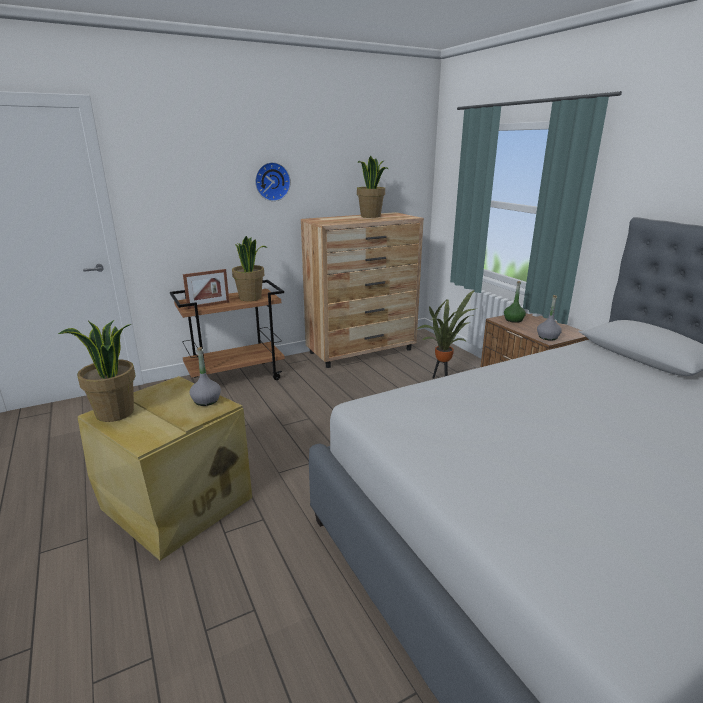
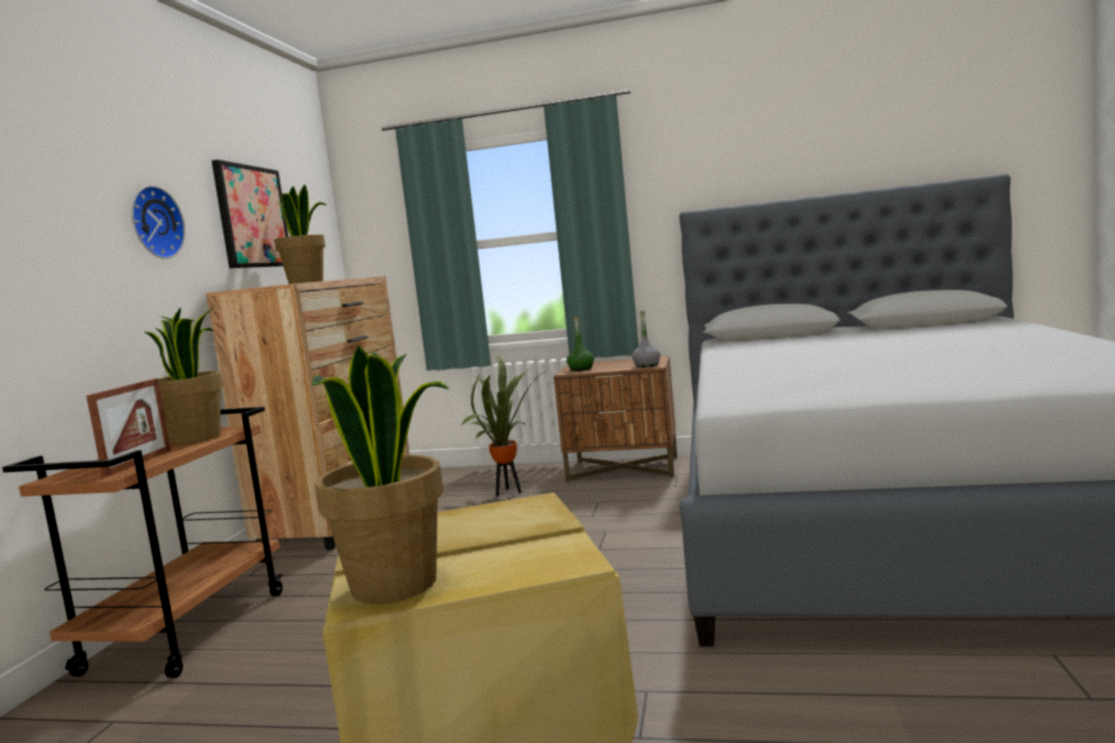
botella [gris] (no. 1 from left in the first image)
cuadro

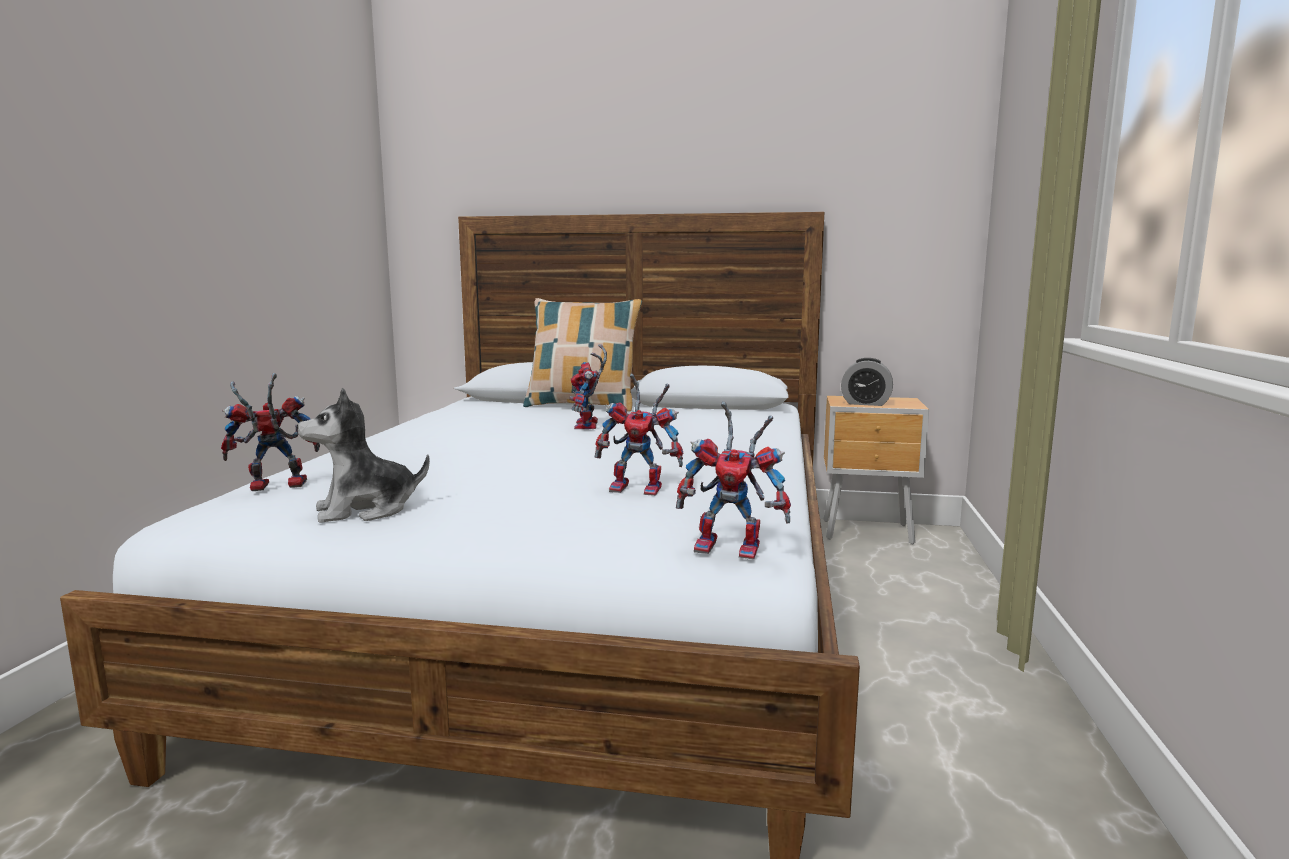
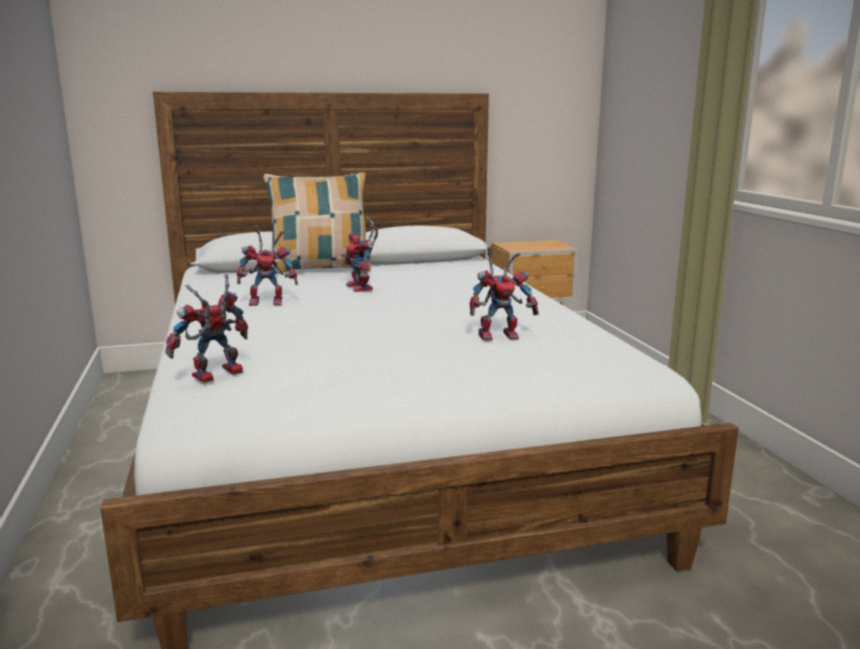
peluche
despertador
robot de juguete (no. 2 from left)

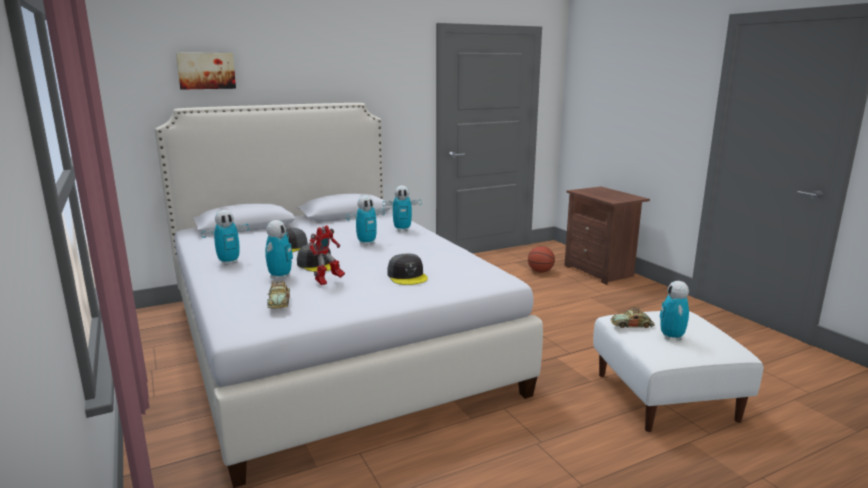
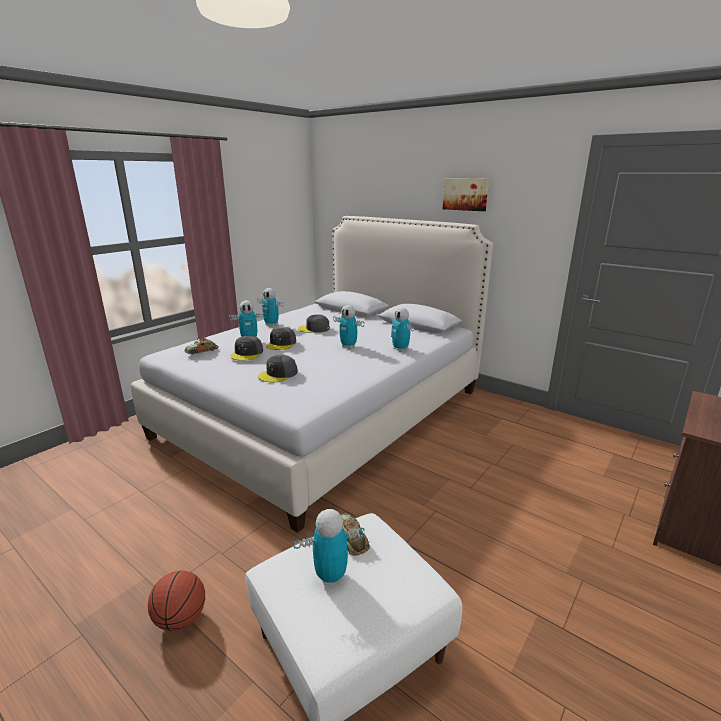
cuadro
balón de baloncesto
gorra [gris] (no. 1 from left)

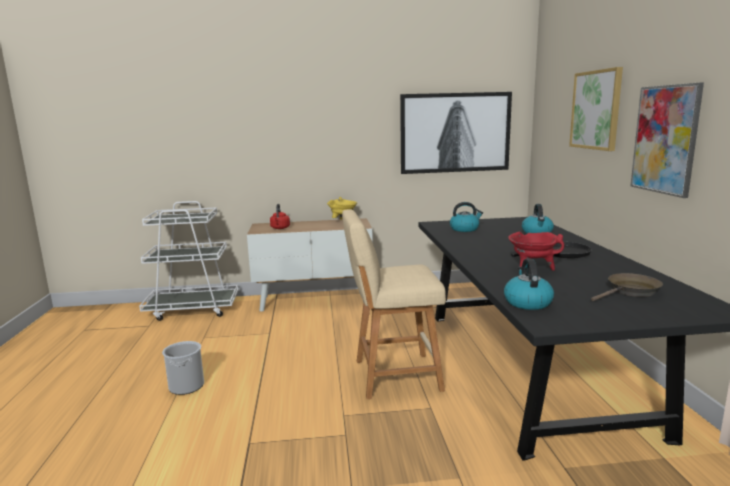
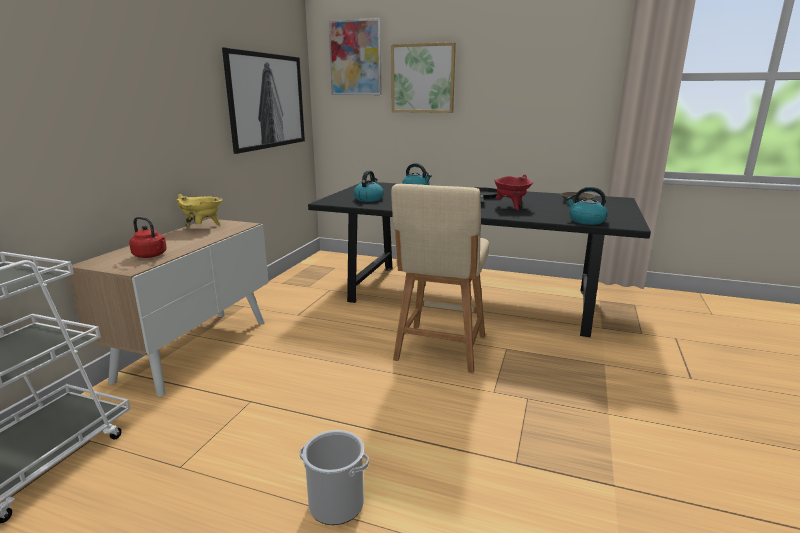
cuadro (no. 2 from left)

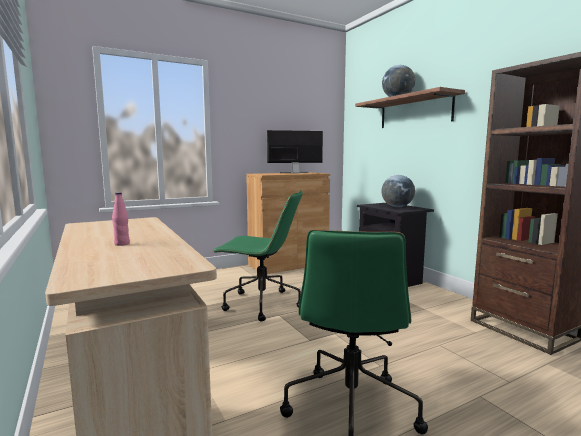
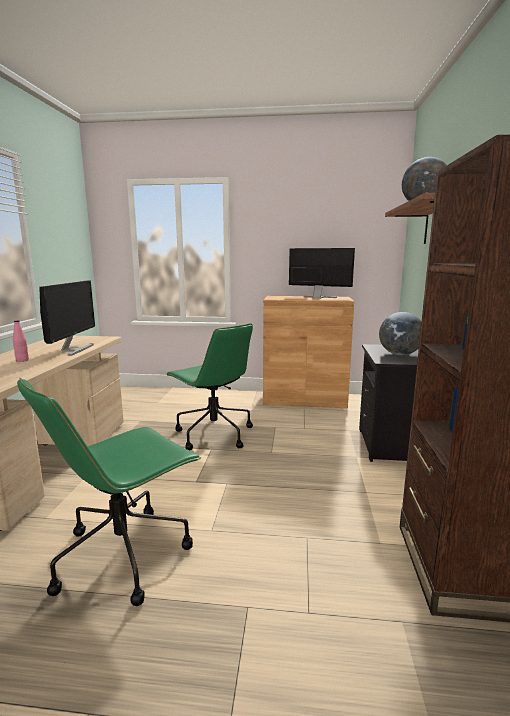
monitor (no. 1 from left)

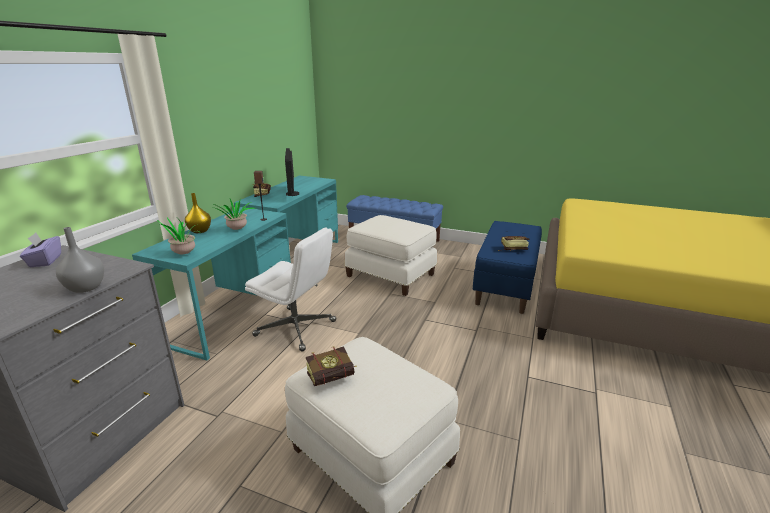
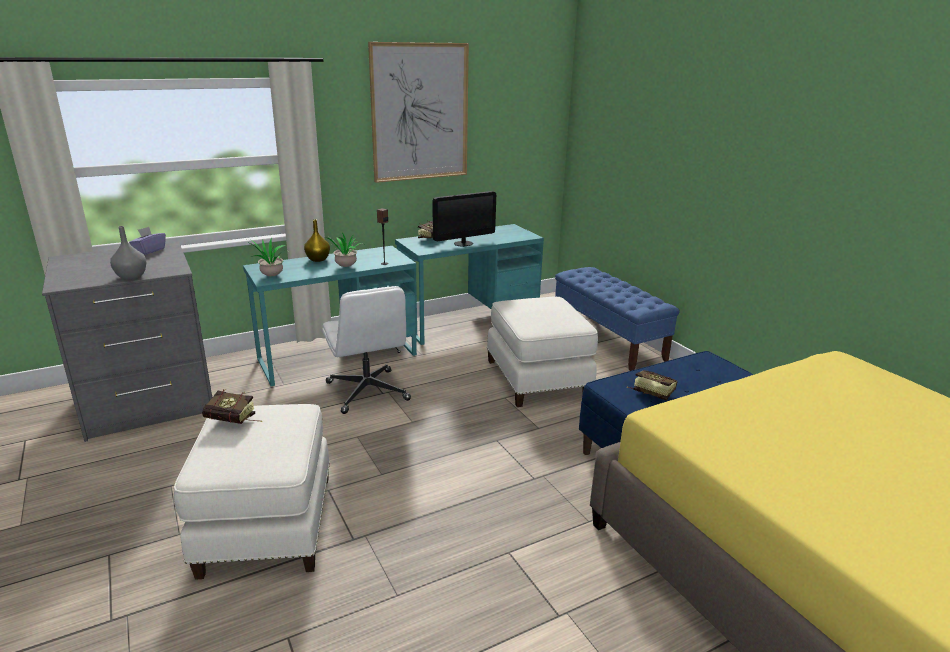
cuadro
monitor

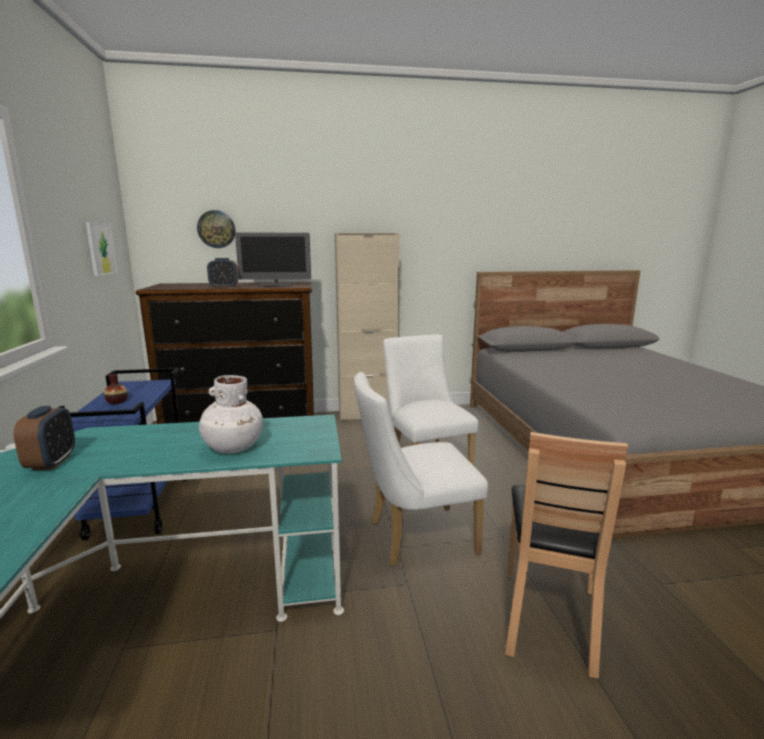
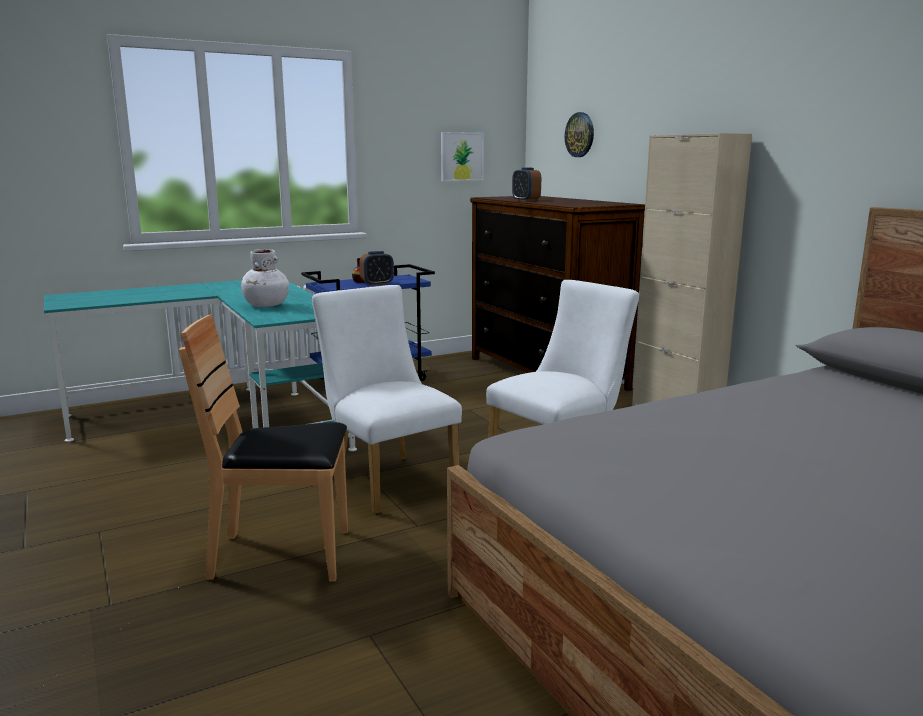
monitor
despertador (no. 1 from left)

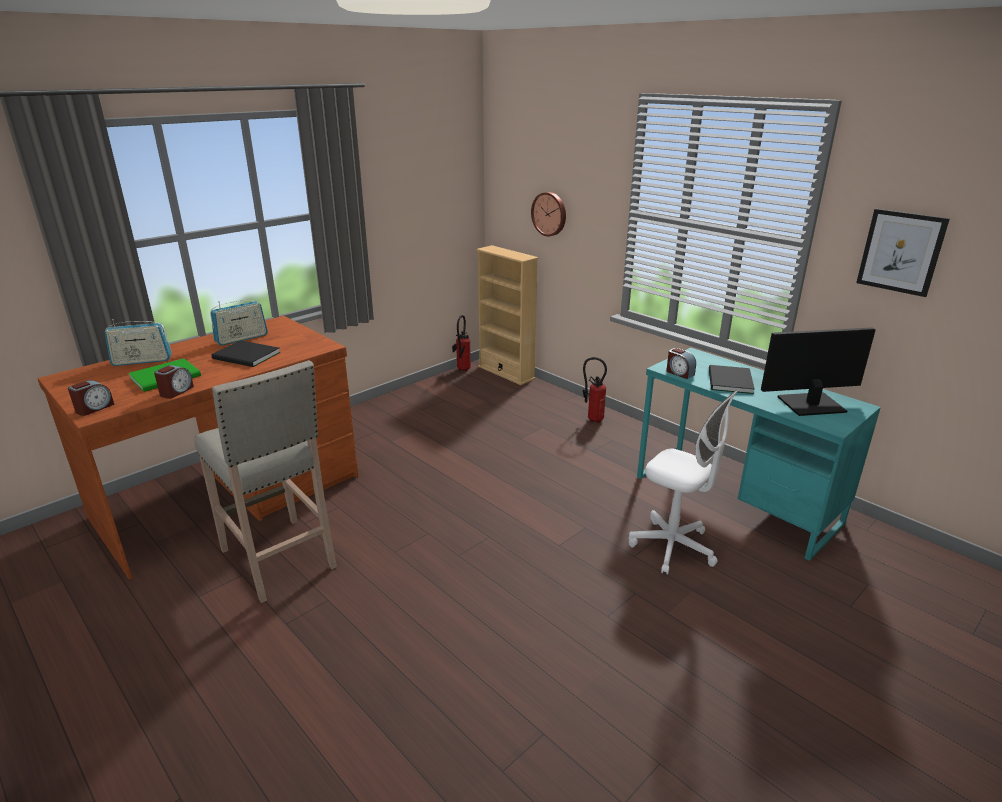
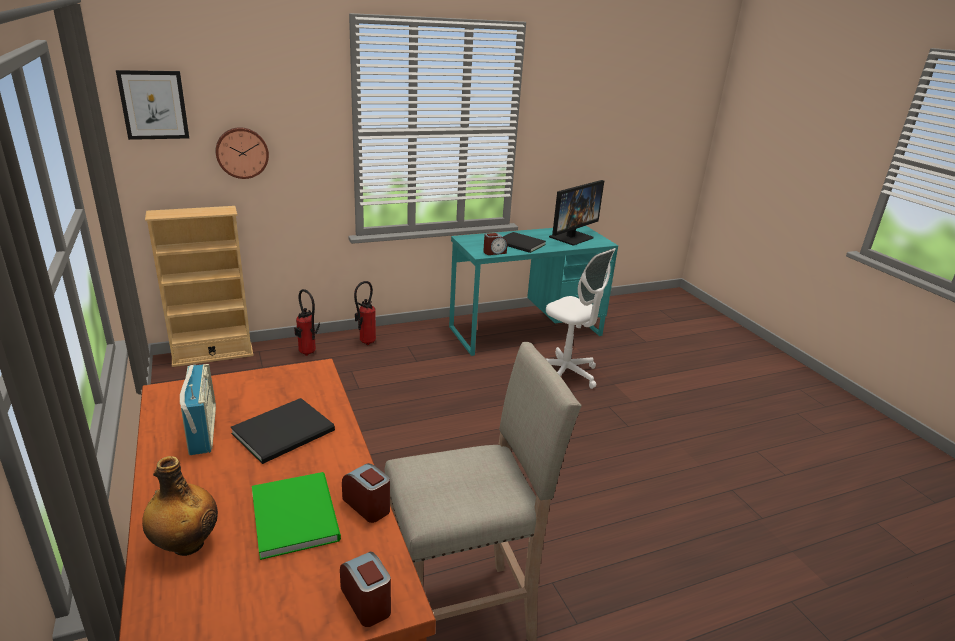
extintor (no. 1 from left)
cuadro
botella
silla de oficina [blanco]
monitor

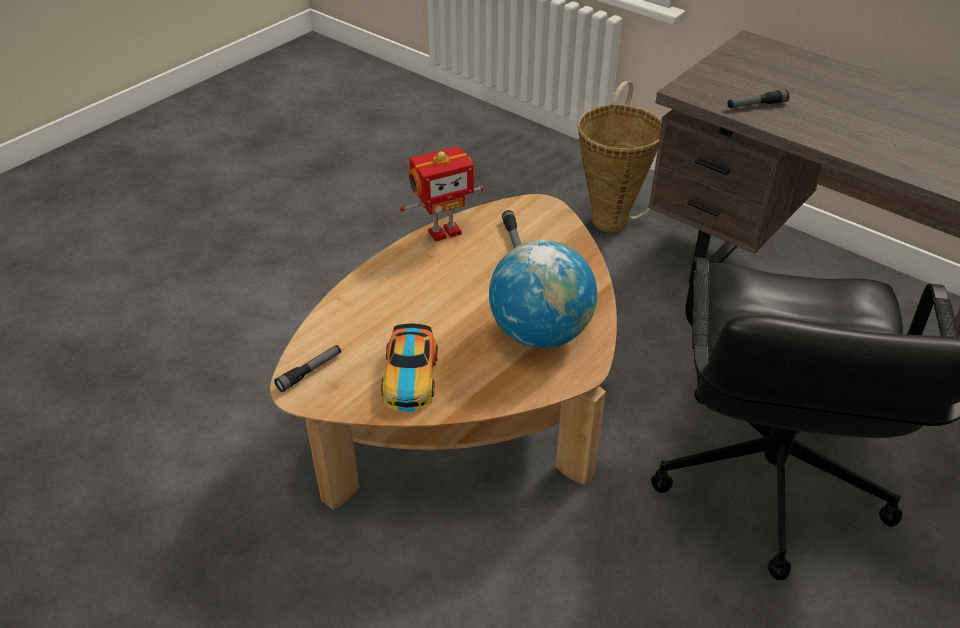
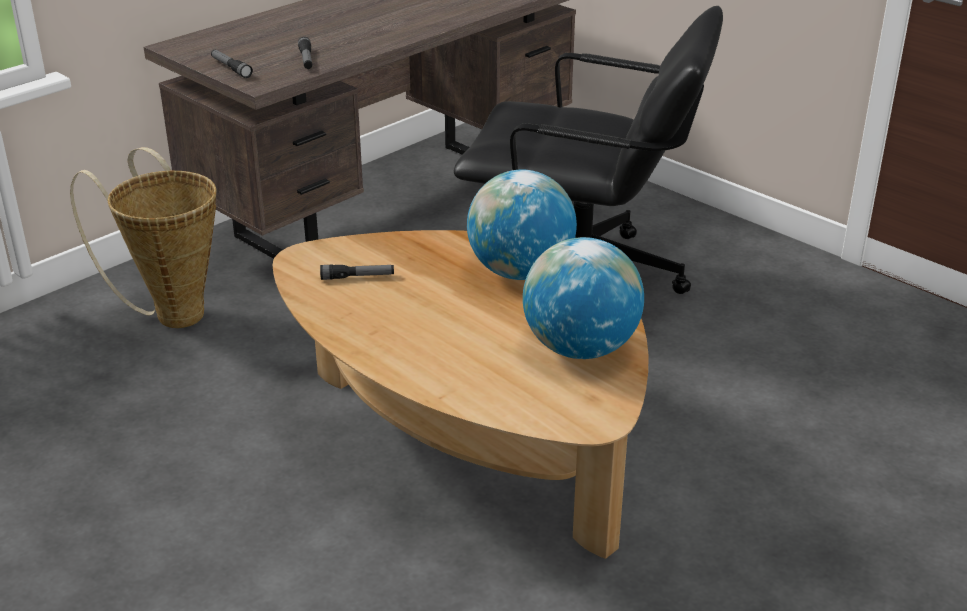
robot de juguete
linterna (no. 1 from left)
globo terráqueo (no. 2 from left)

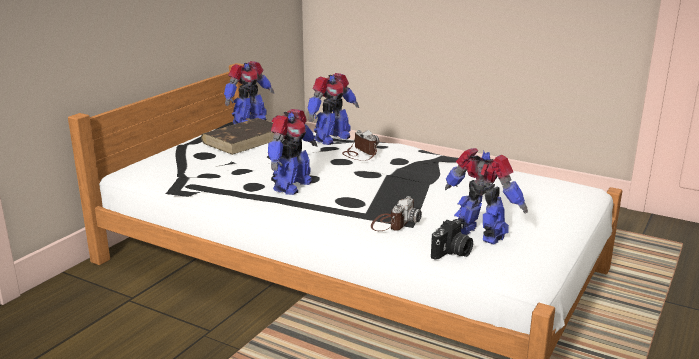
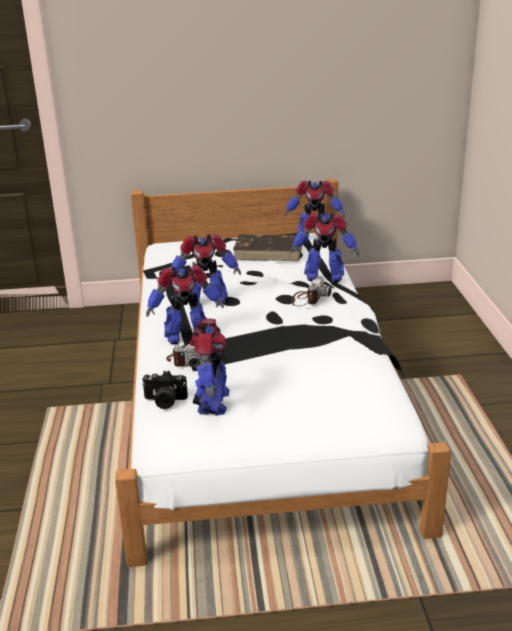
robot de juguete (no. 1 from left)

